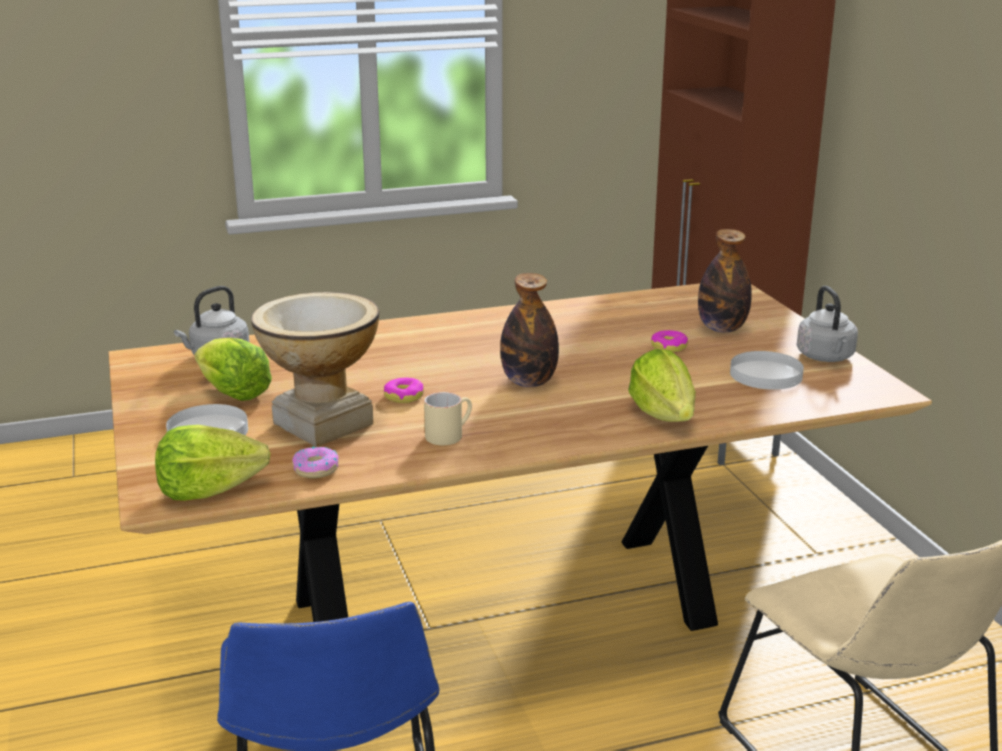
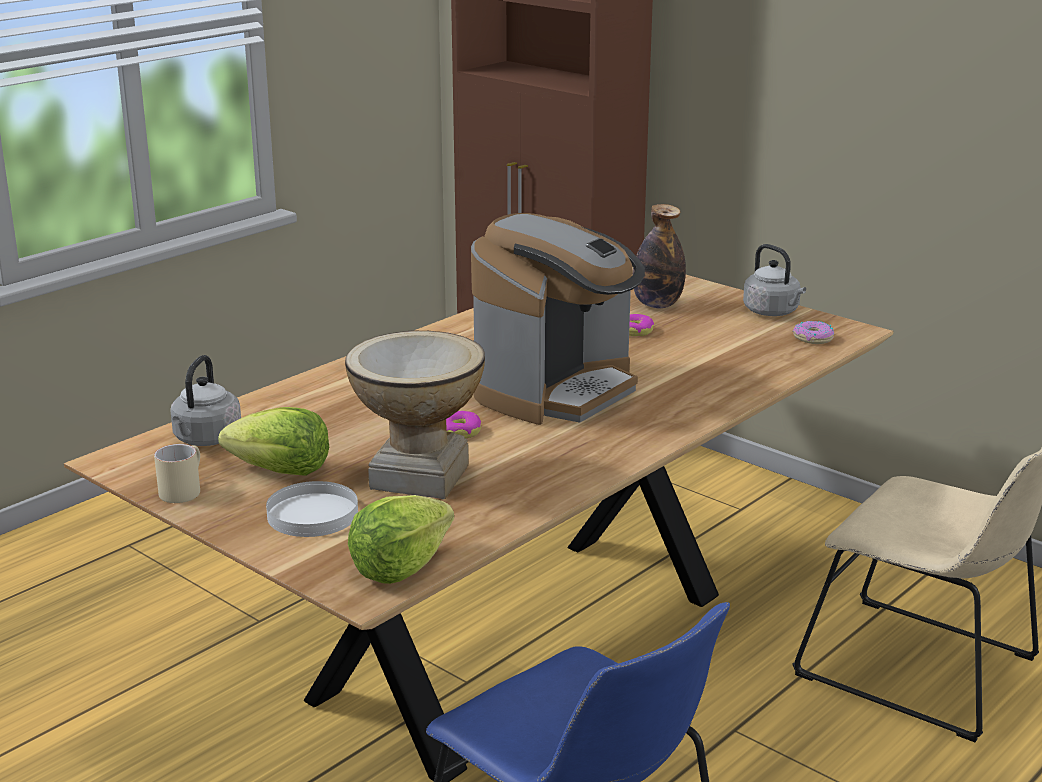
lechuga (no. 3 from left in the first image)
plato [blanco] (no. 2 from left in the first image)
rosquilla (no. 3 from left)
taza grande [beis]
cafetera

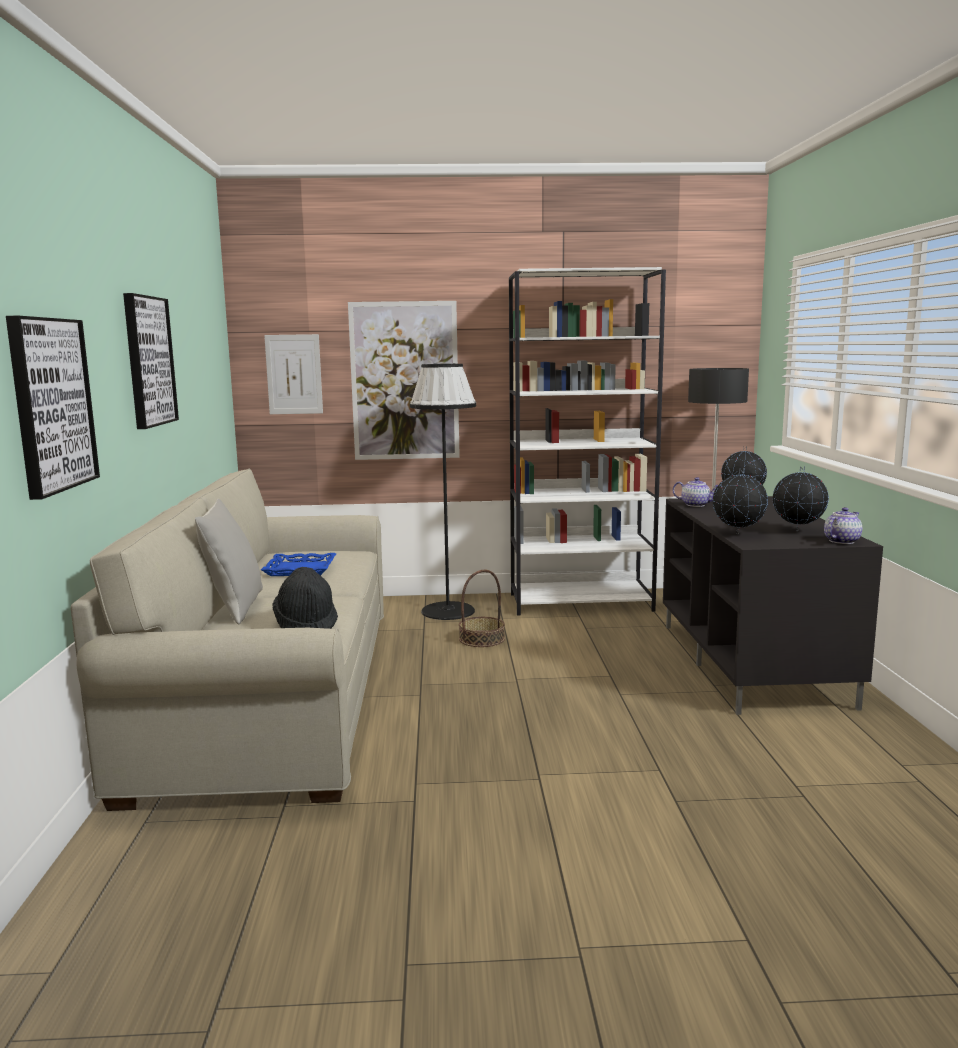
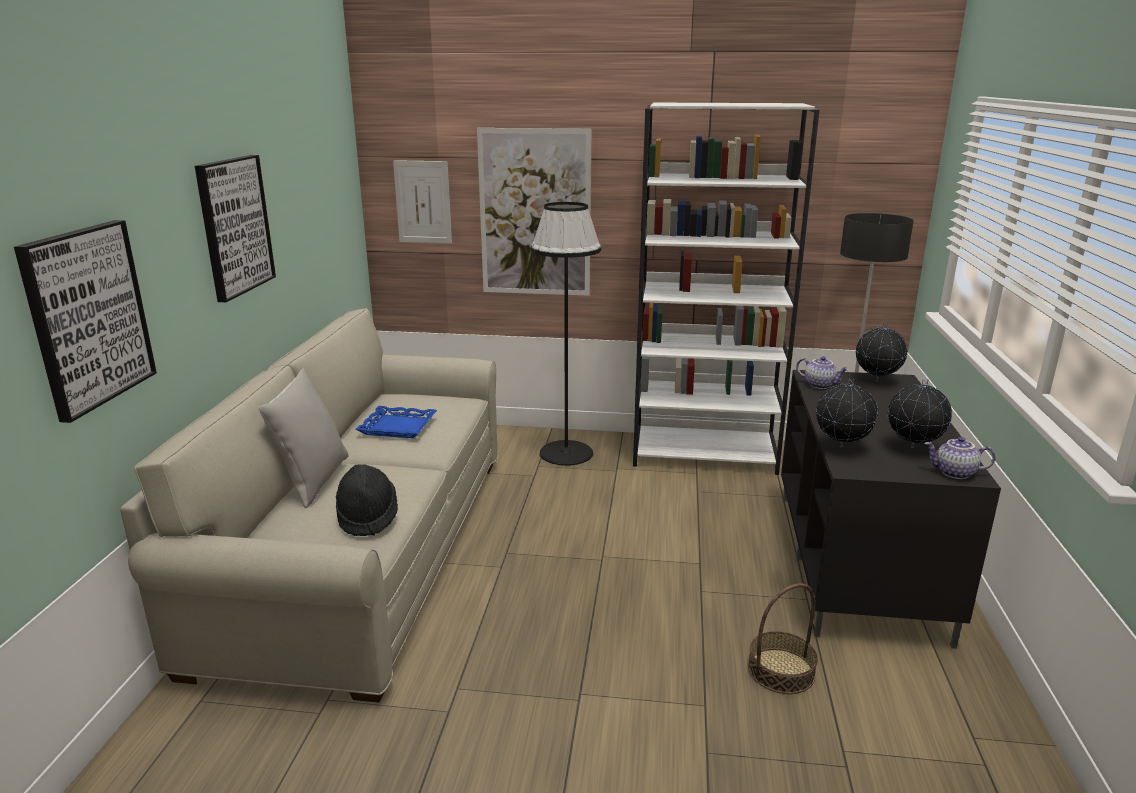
cesta
tetera (no. 2 from left)

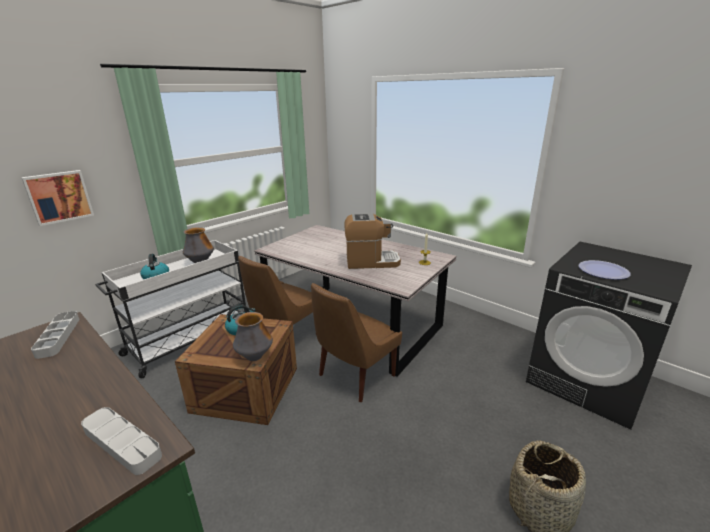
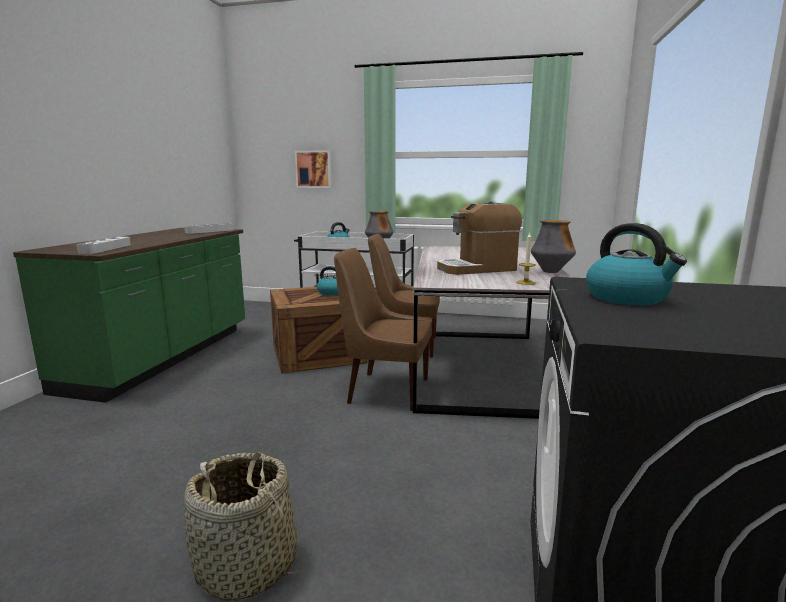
florero (no. 2 from left)
hervidor (no. 3 from left)
cafetera

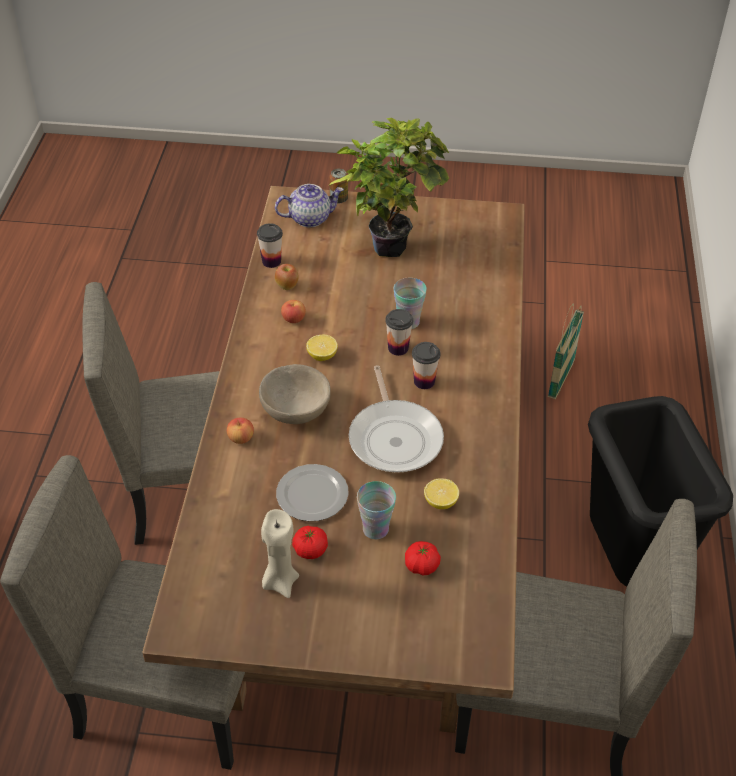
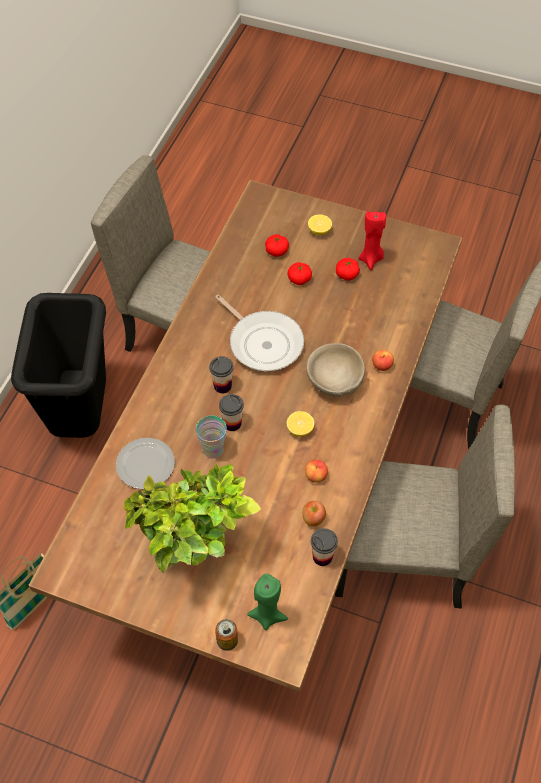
plato
limón (no. 2 from left)
vela [verde]
tomate (no. 2 from left)
vela [rojo]
sartén

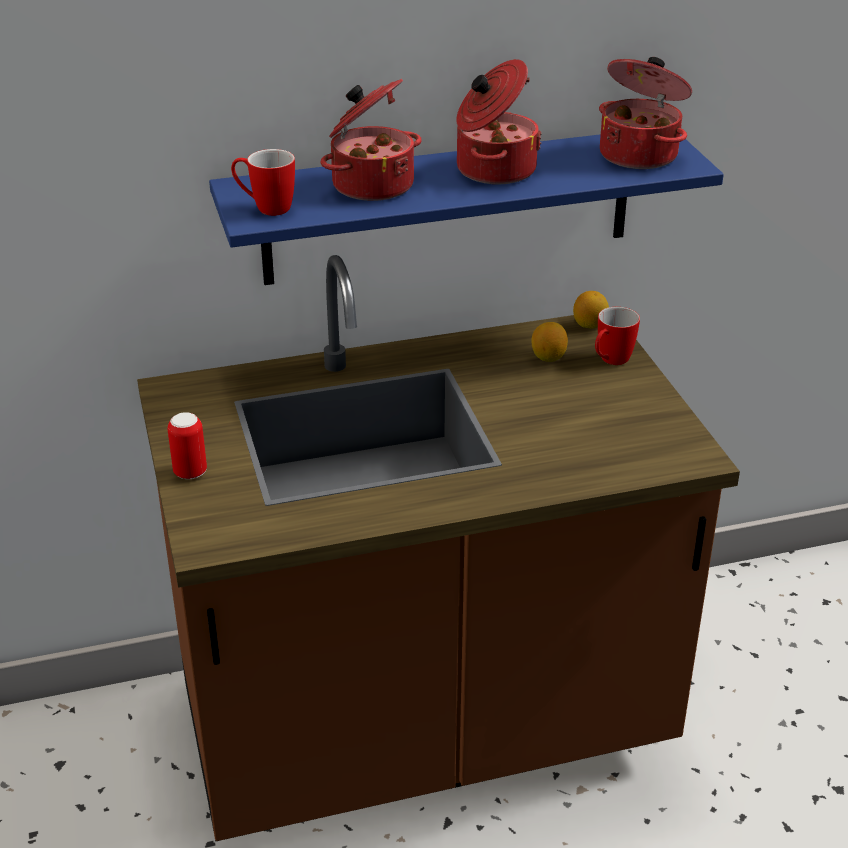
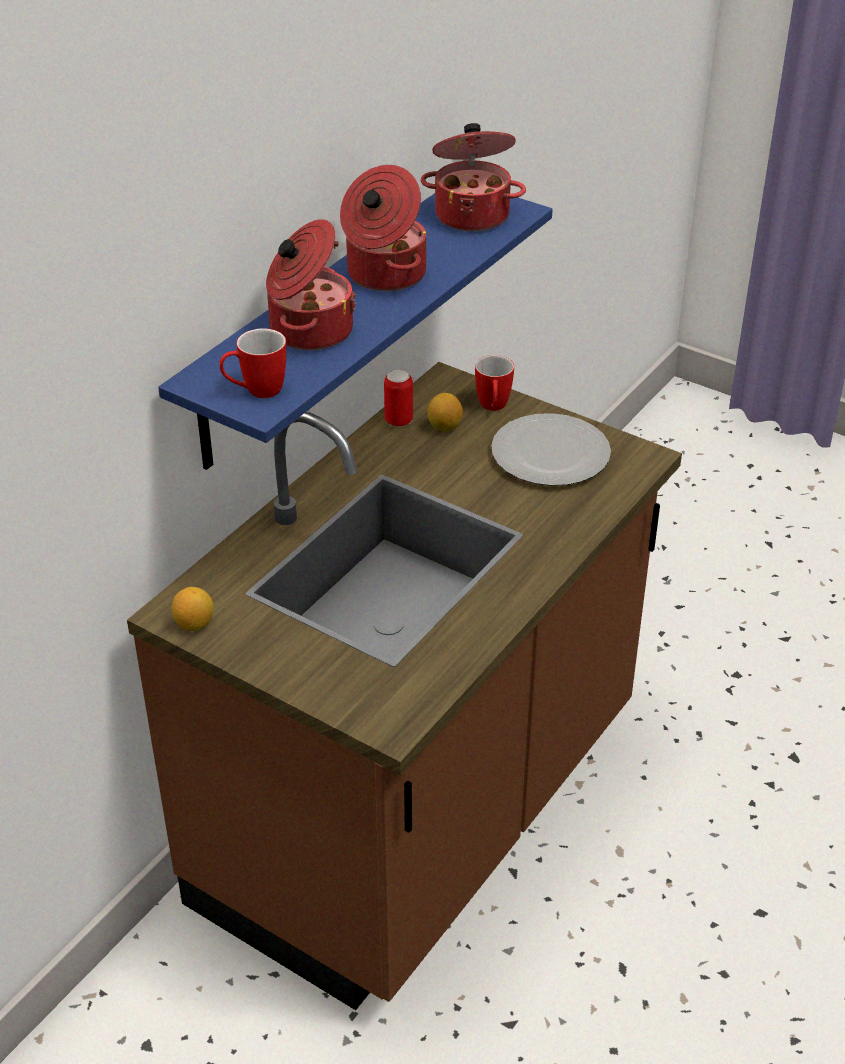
plato
lata
limón (no. 1 from left)

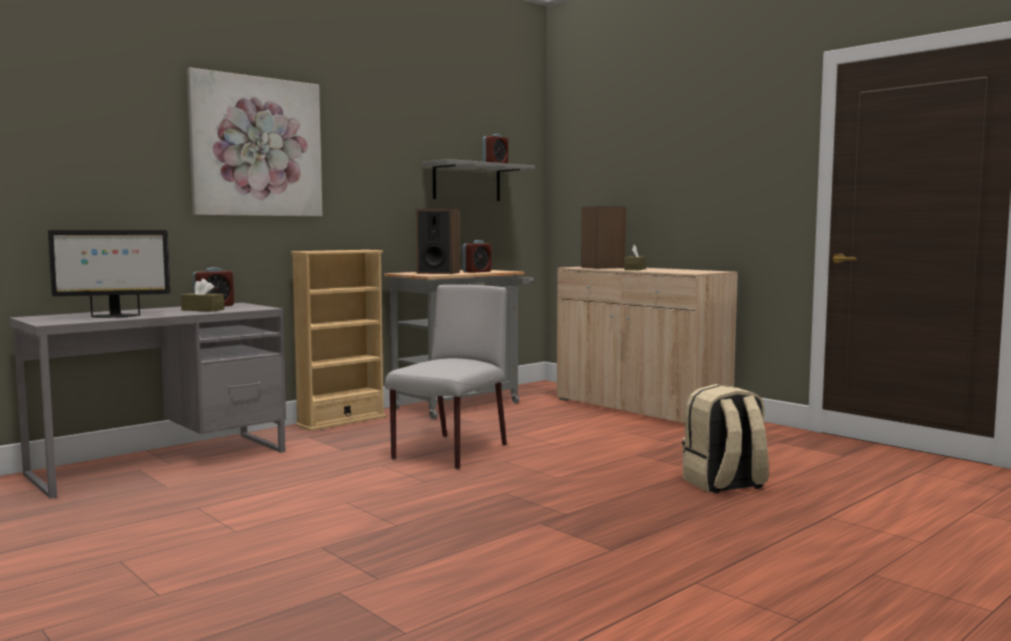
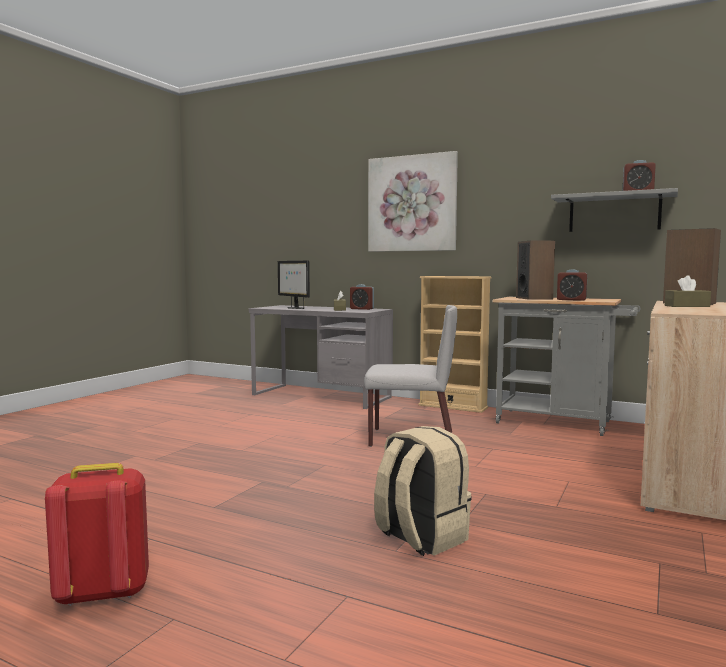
mochila [rojo]

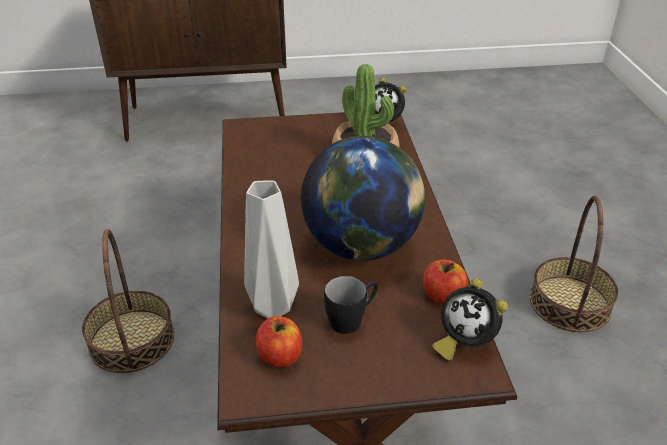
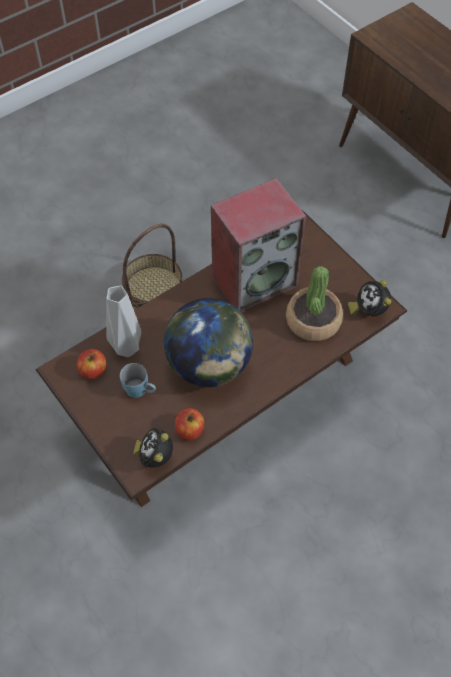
cesta (no. 2 from left in the first image)
altavoz
taza grande [azul]

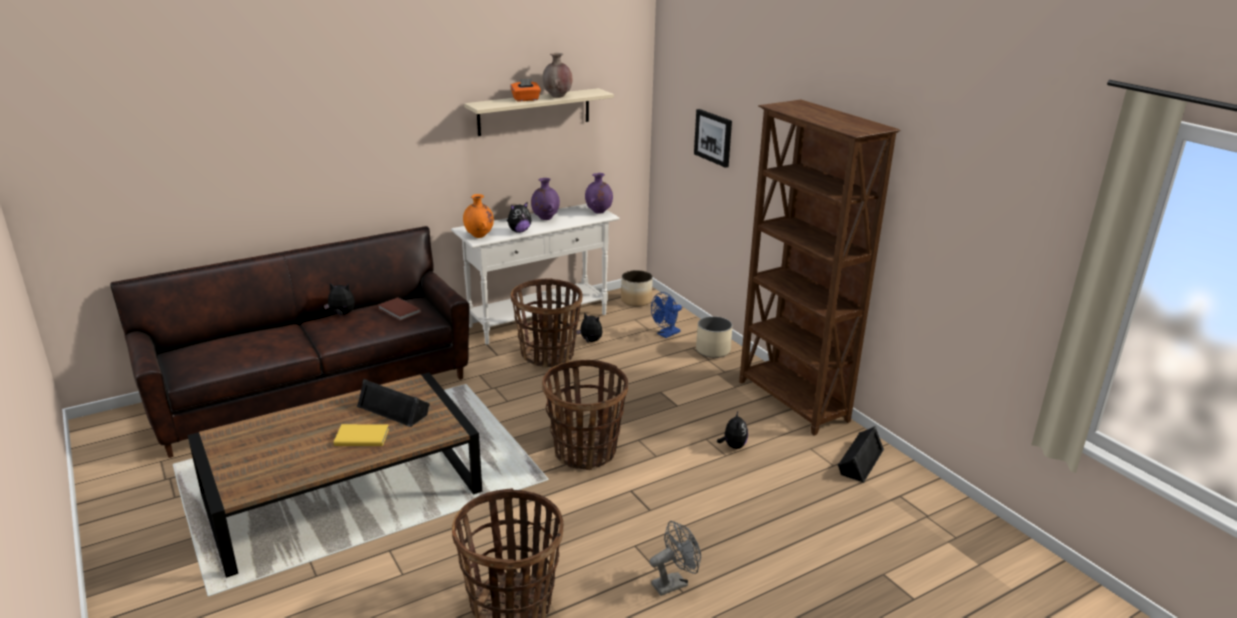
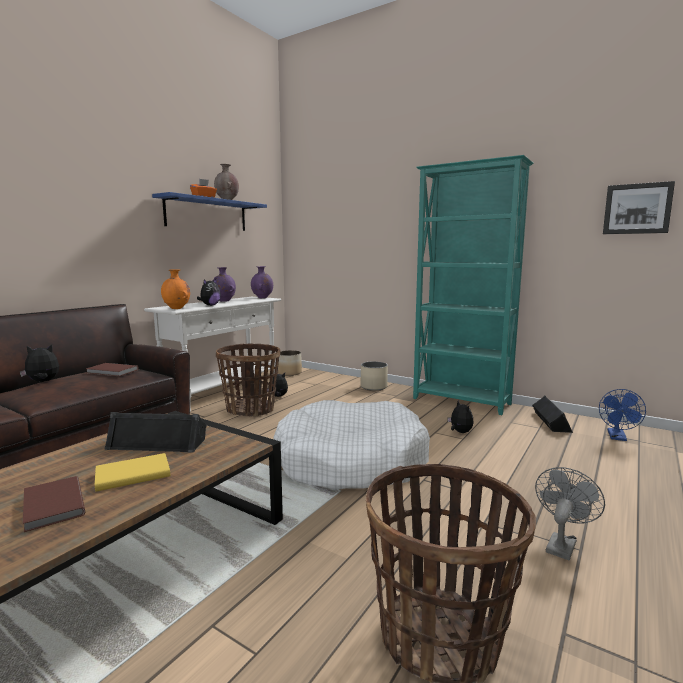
libro [marrón] (no. 1 from left)
ventilador [azul]
cuadro
cama para perro [blanco]
estante [azul]
estantería [turquesa]

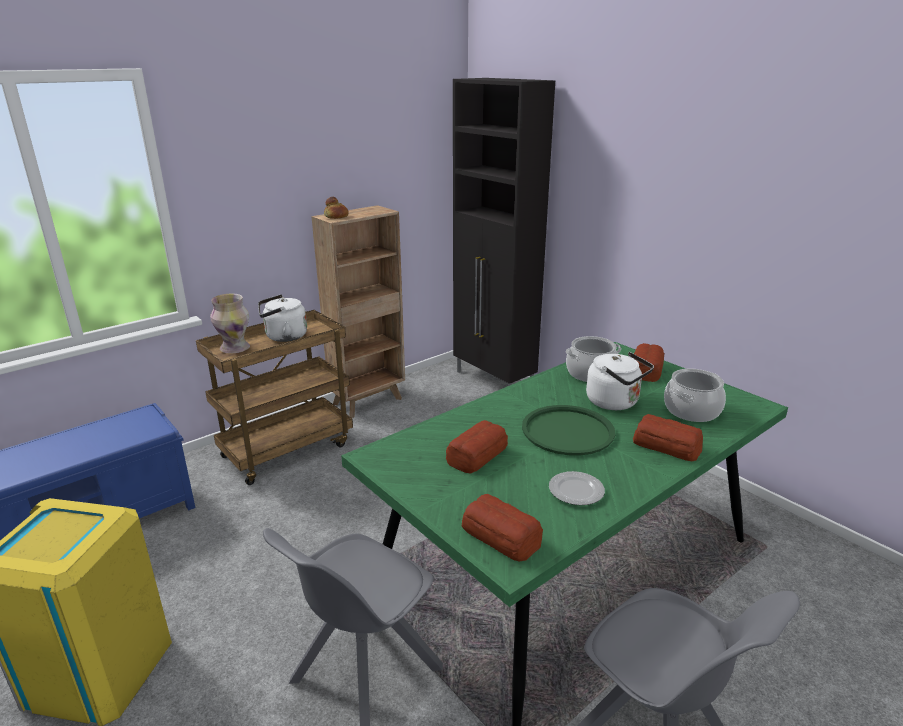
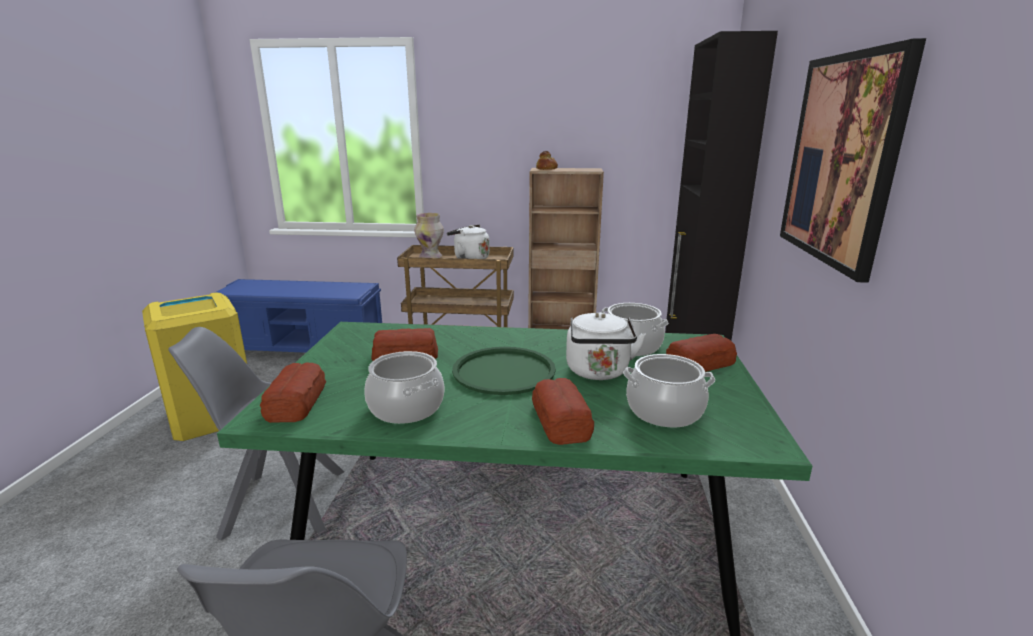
cuadro
olla (no. 1 from left)

